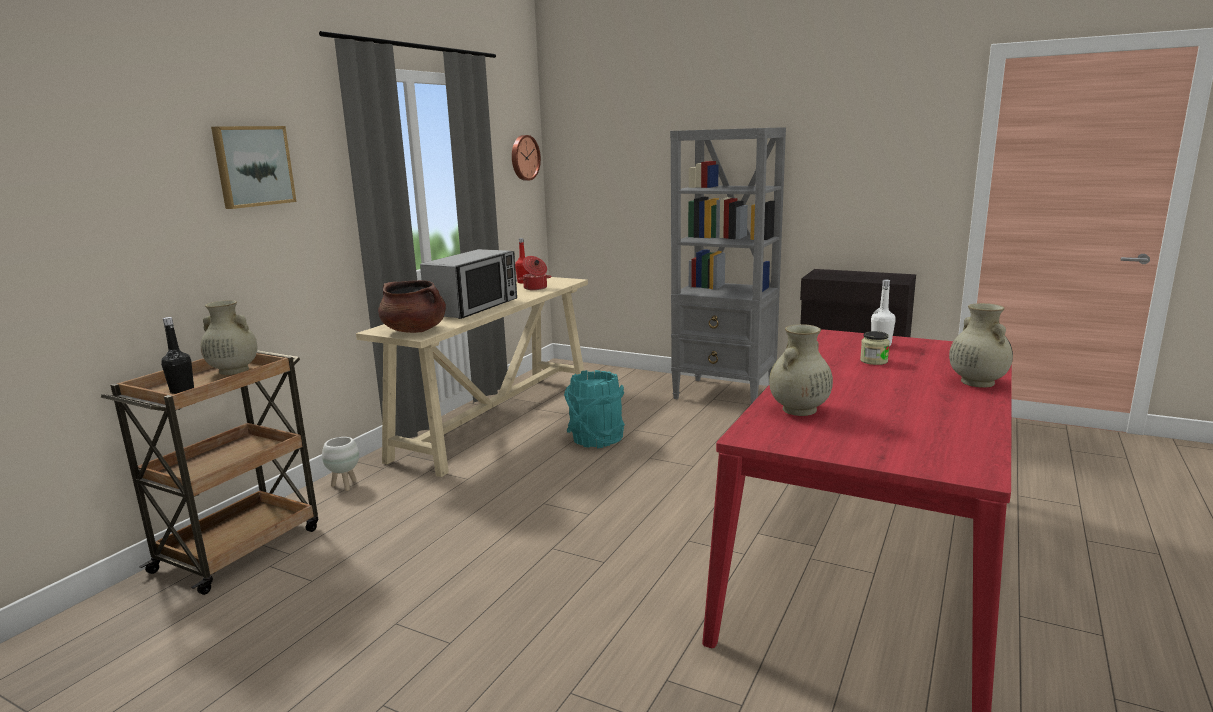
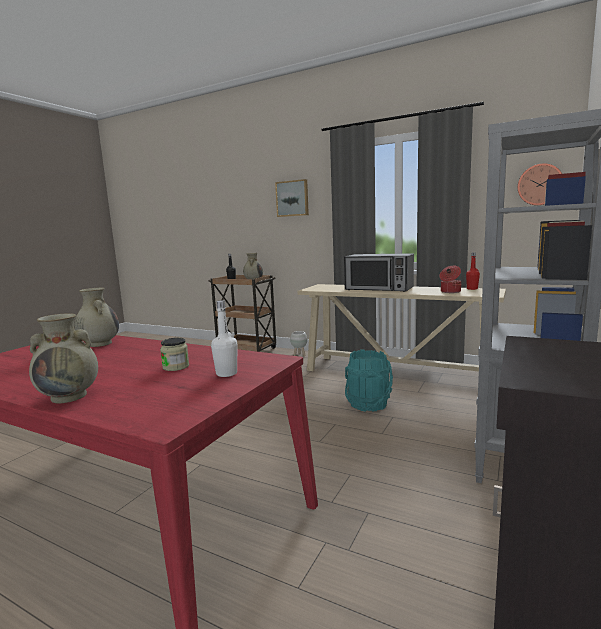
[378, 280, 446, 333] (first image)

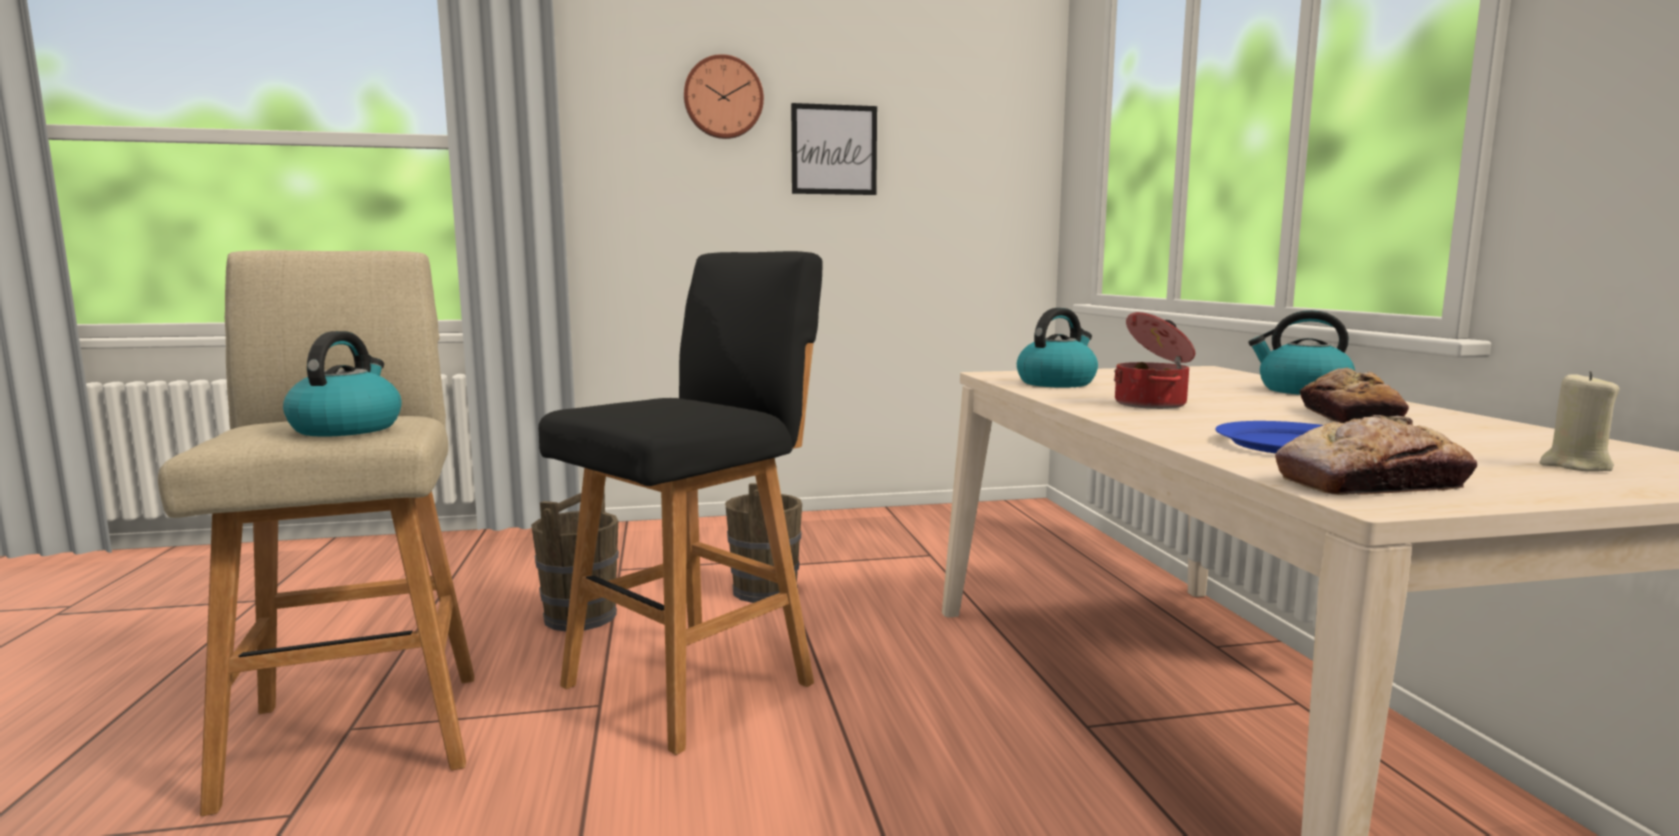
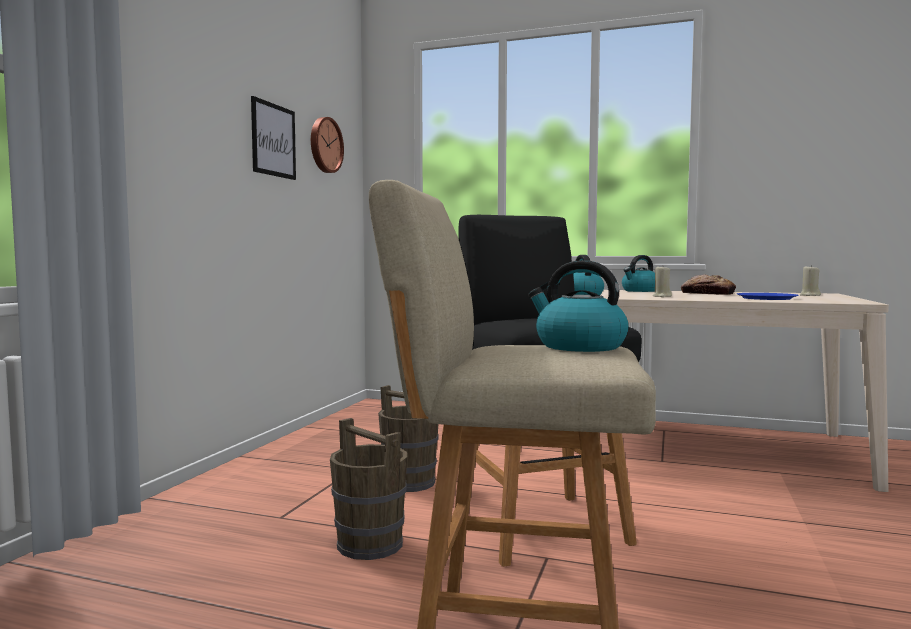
[311, 117, 344, 173]
[653, 267, 672, 297]
[1275, 415, 1477, 495] (first image)

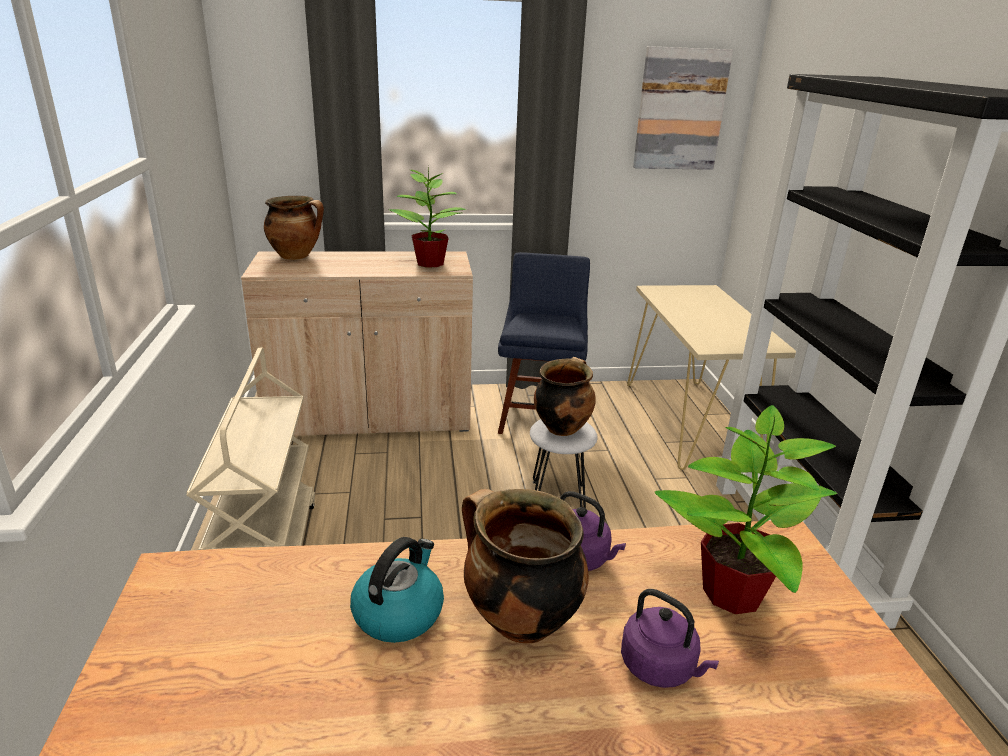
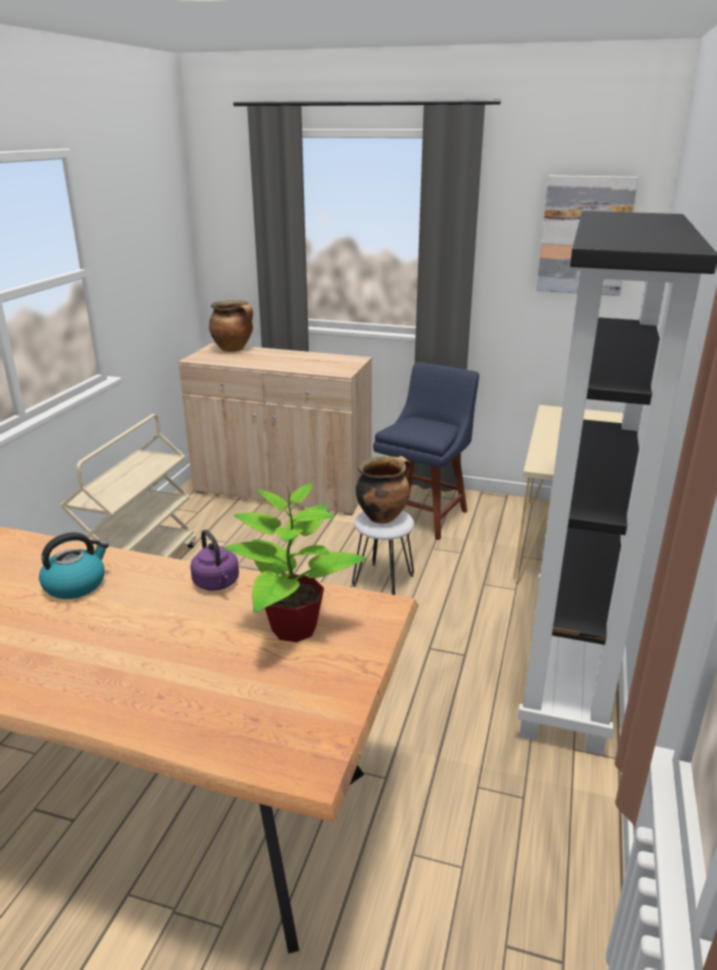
[389, 163, 466, 268] (first image)
[462, 489, 589, 644] (first image)
[621, 589, 719, 688] (first image)

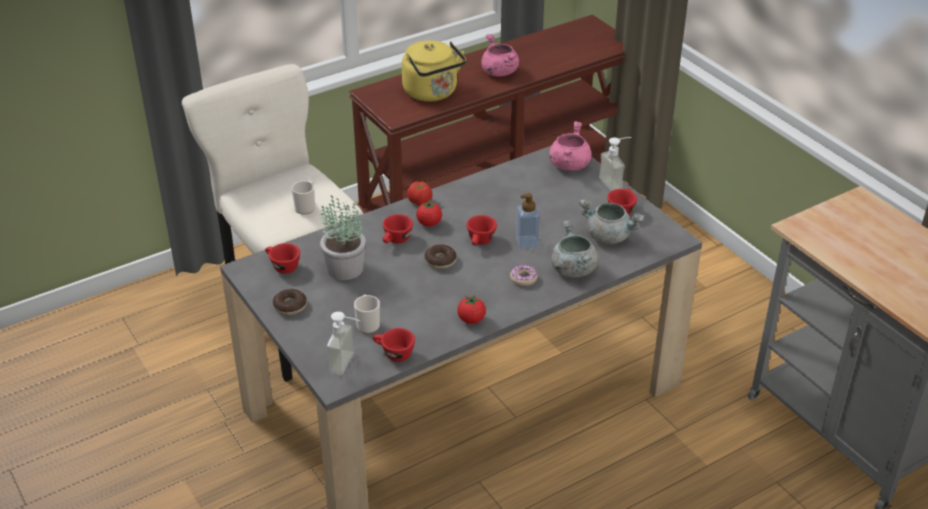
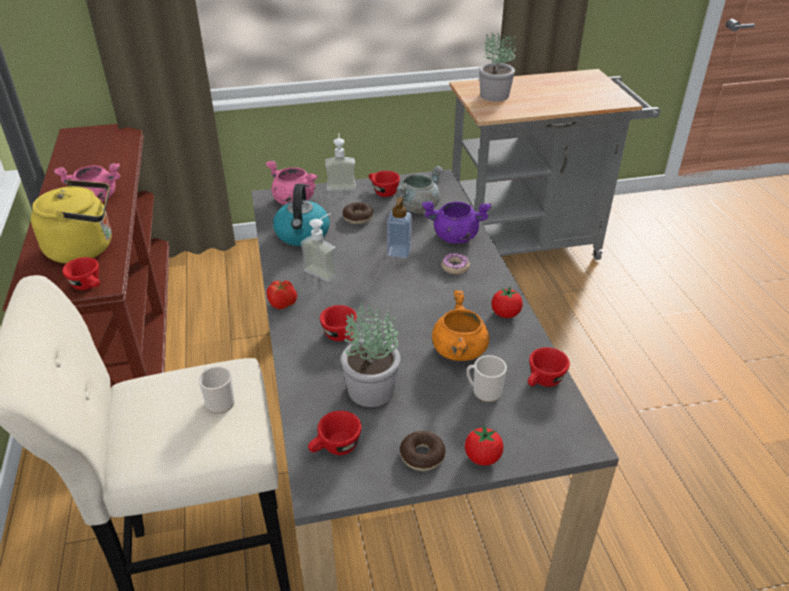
[301, 213, 337, 282]
[465, 425, 504, 466]
[342, 202, 373, 224]
[62, 257, 100, 290]
[422, 201, 491, 244]
[273, 184, 330, 246]
[432, 290, 489, 361]
[479, 32, 516, 102]

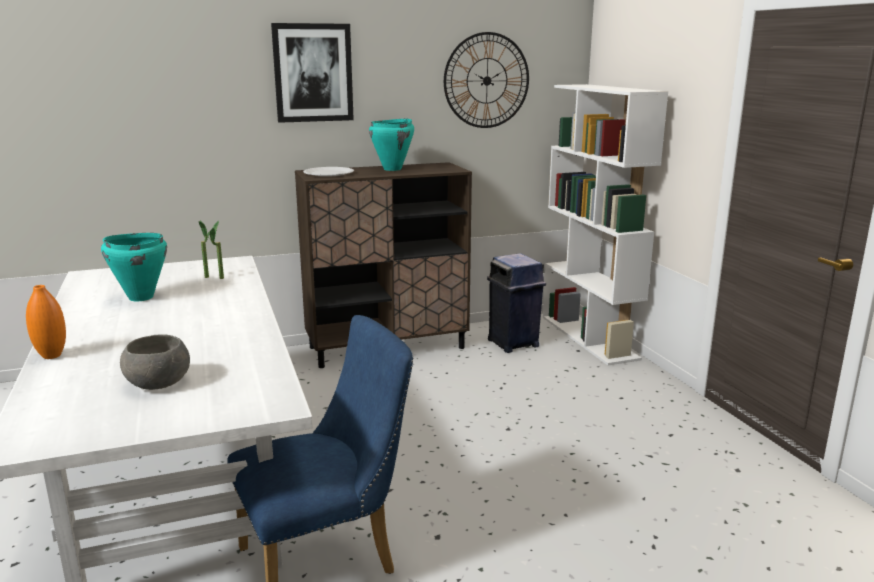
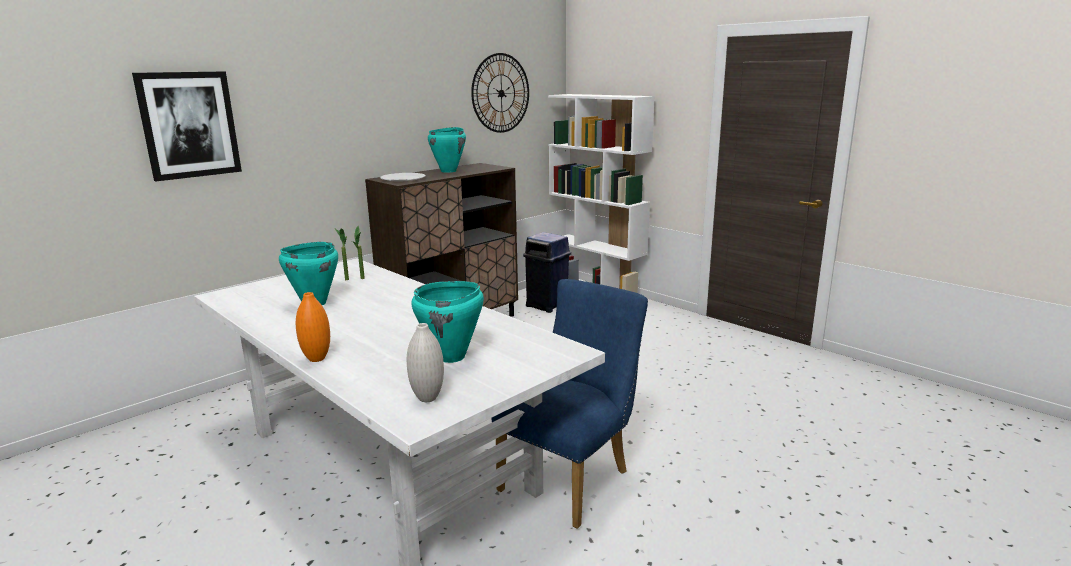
[412, 281, 484, 363]
[132, 71, 242, 181]
[407, 323, 444, 402]

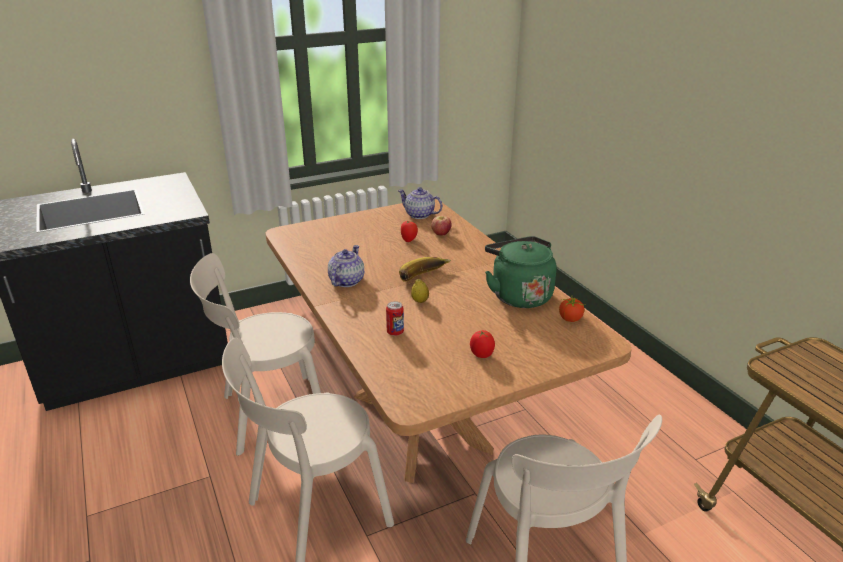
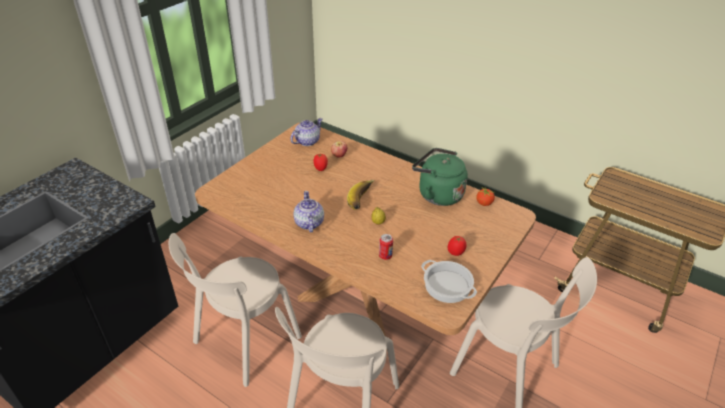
[290, 118, 323, 146]
[421, 260, 477, 303]

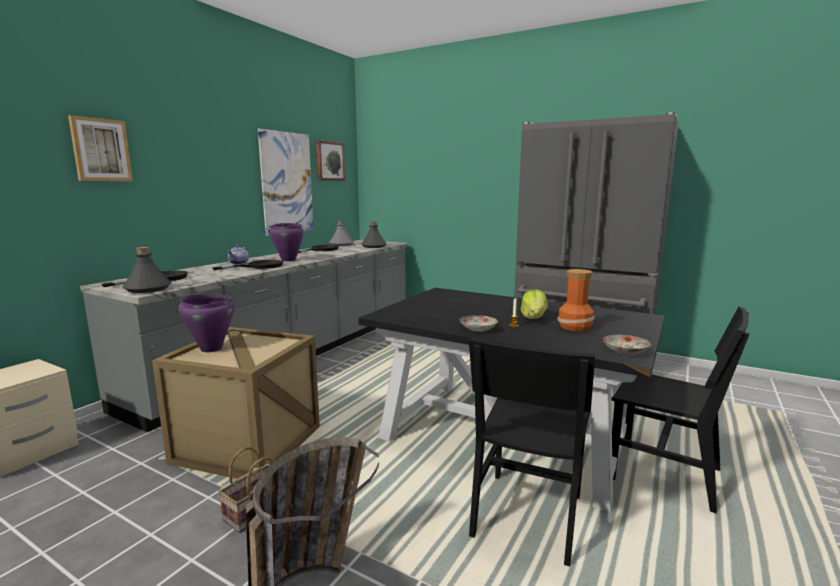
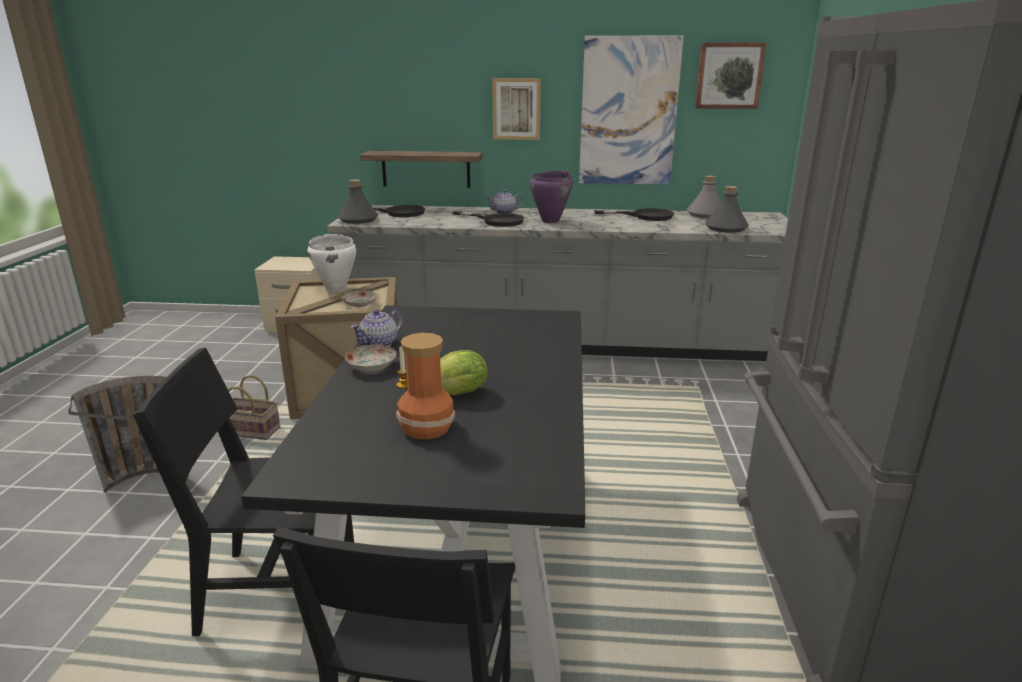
[492, 78, 541, 140]
[307, 234, 356, 292]
[341, 291, 377, 308]
[351, 309, 403, 346]
[360, 151, 483, 188]

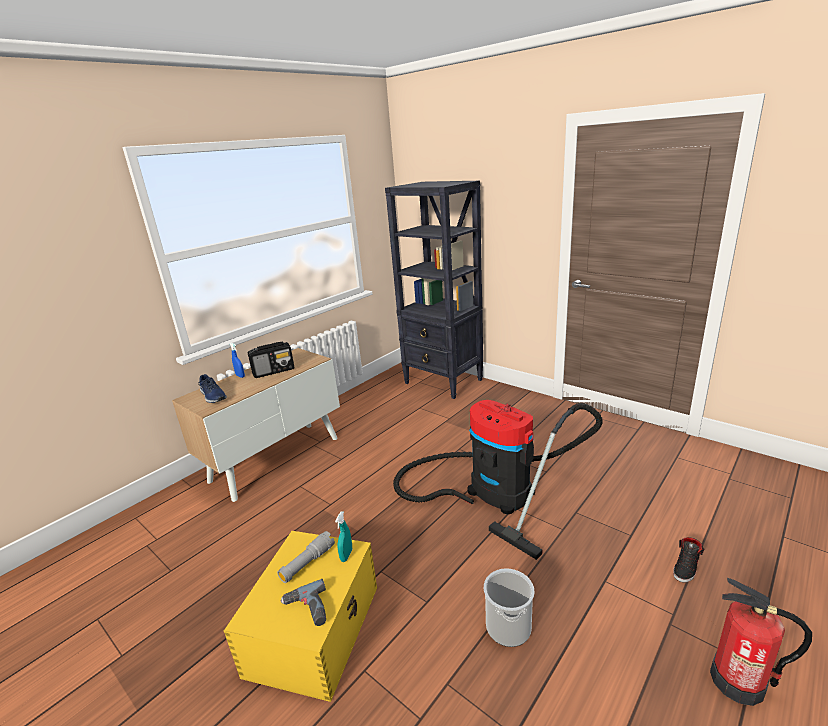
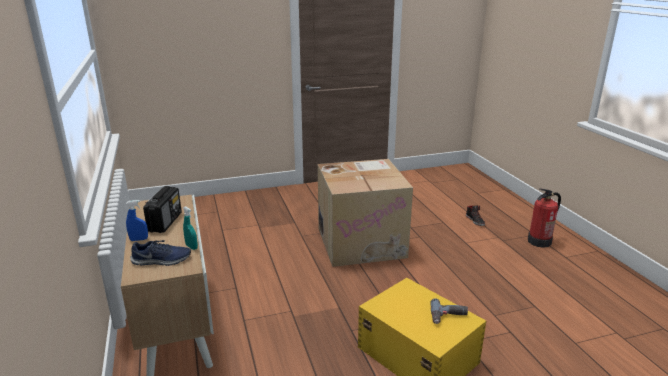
[277, 531, 335, 583] (first image)
[183, 206, 198, 250]
[385, 181, 483, 399] (first image)
[318, 159, 413, 267]
[484, 568, 534, 647] (first image)

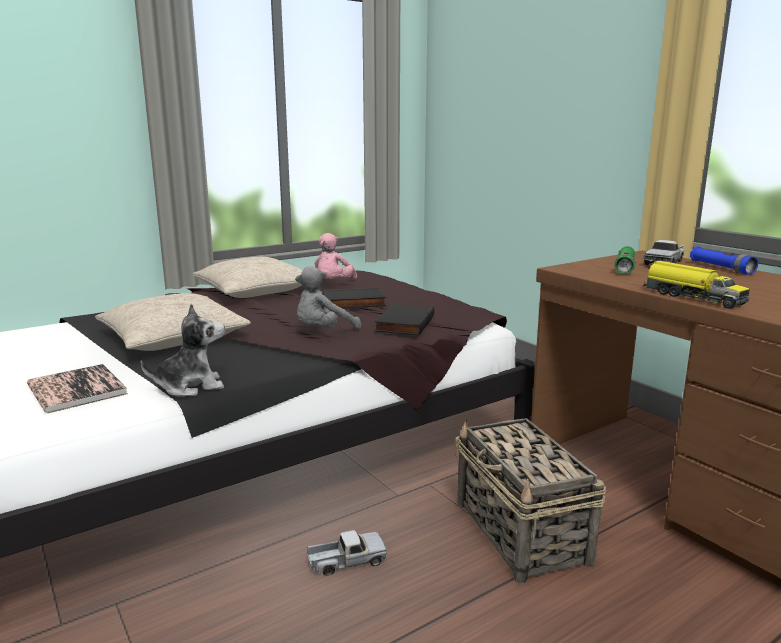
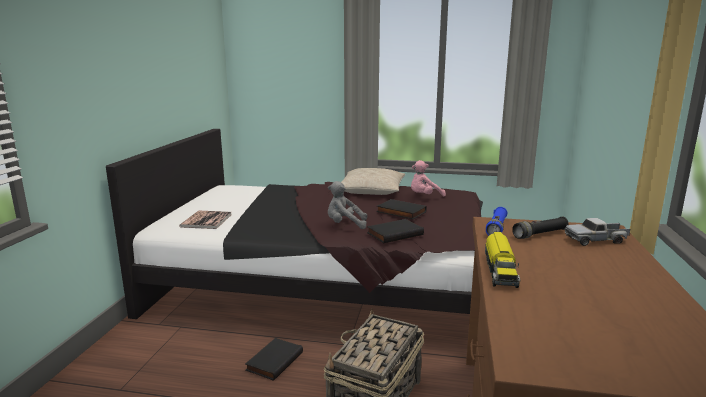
[95, 293, 251, 351] (first image)
[140, 303, 225, 397] (first image)
[245, 338, 303, 381]
[512, 216, 569, 239]
[486, 207, 507, 236]

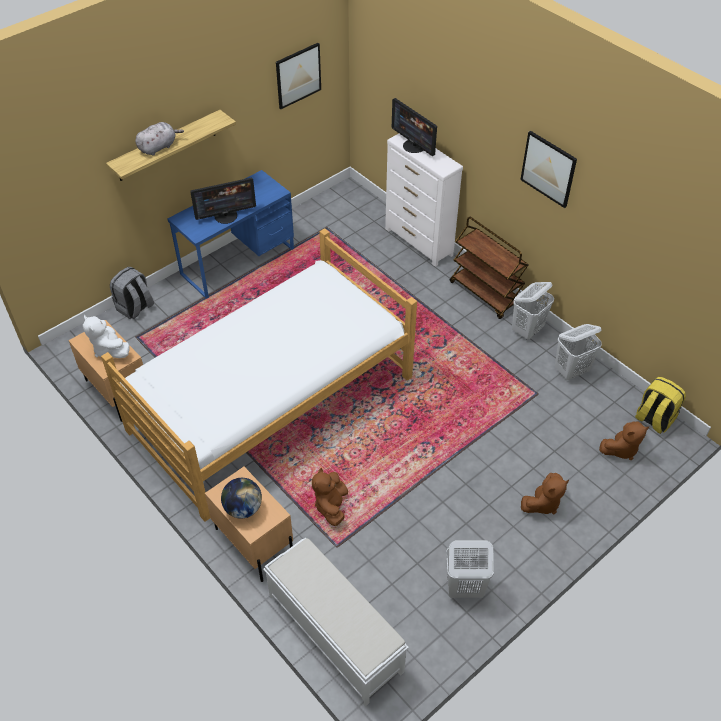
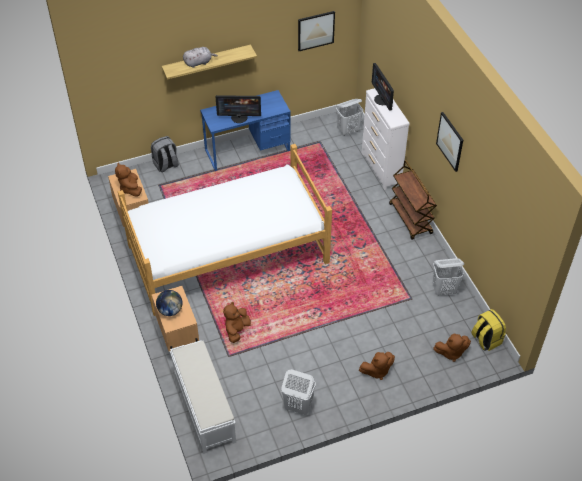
[115, 163, 142, 197]
[336, 99, 363, 136]

